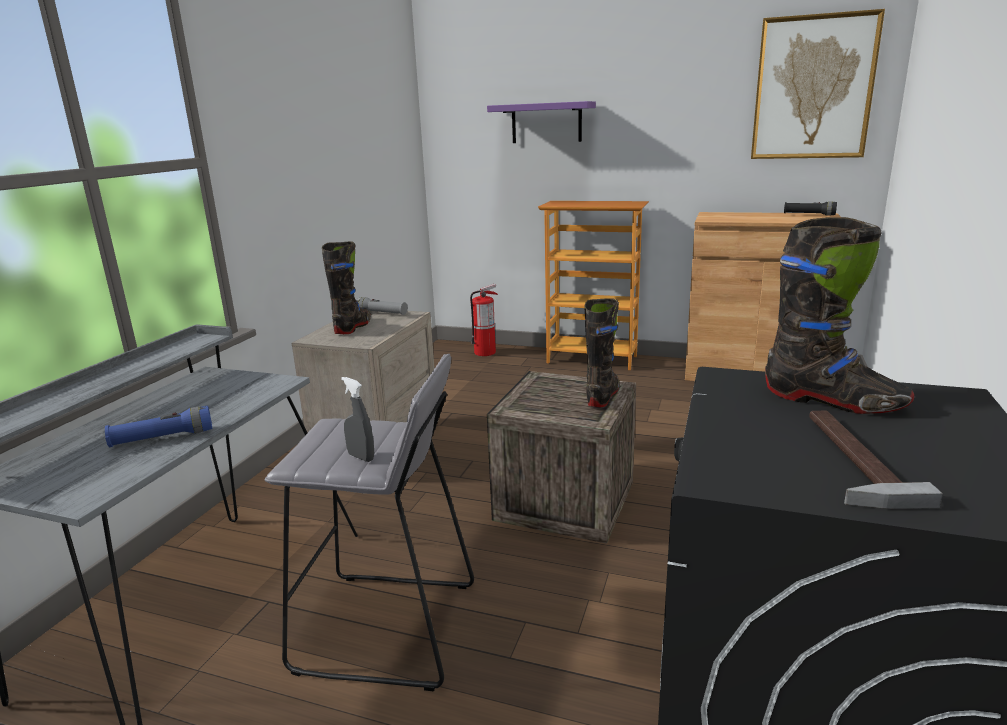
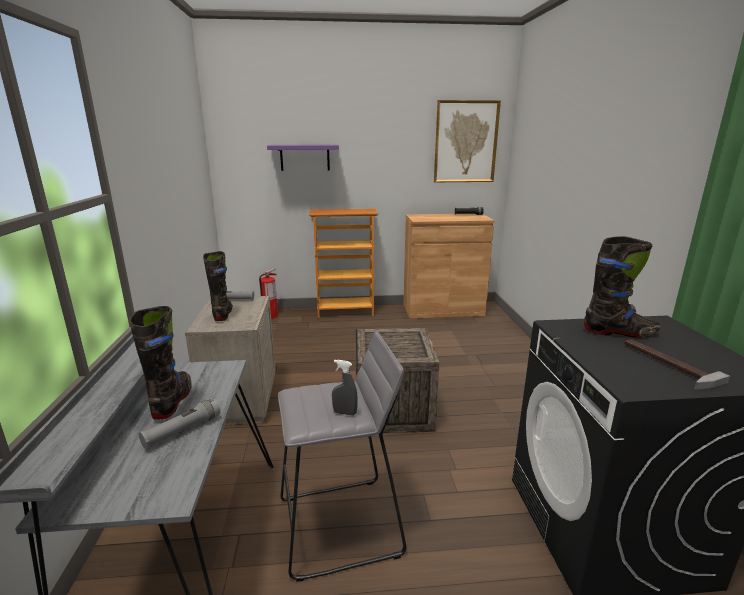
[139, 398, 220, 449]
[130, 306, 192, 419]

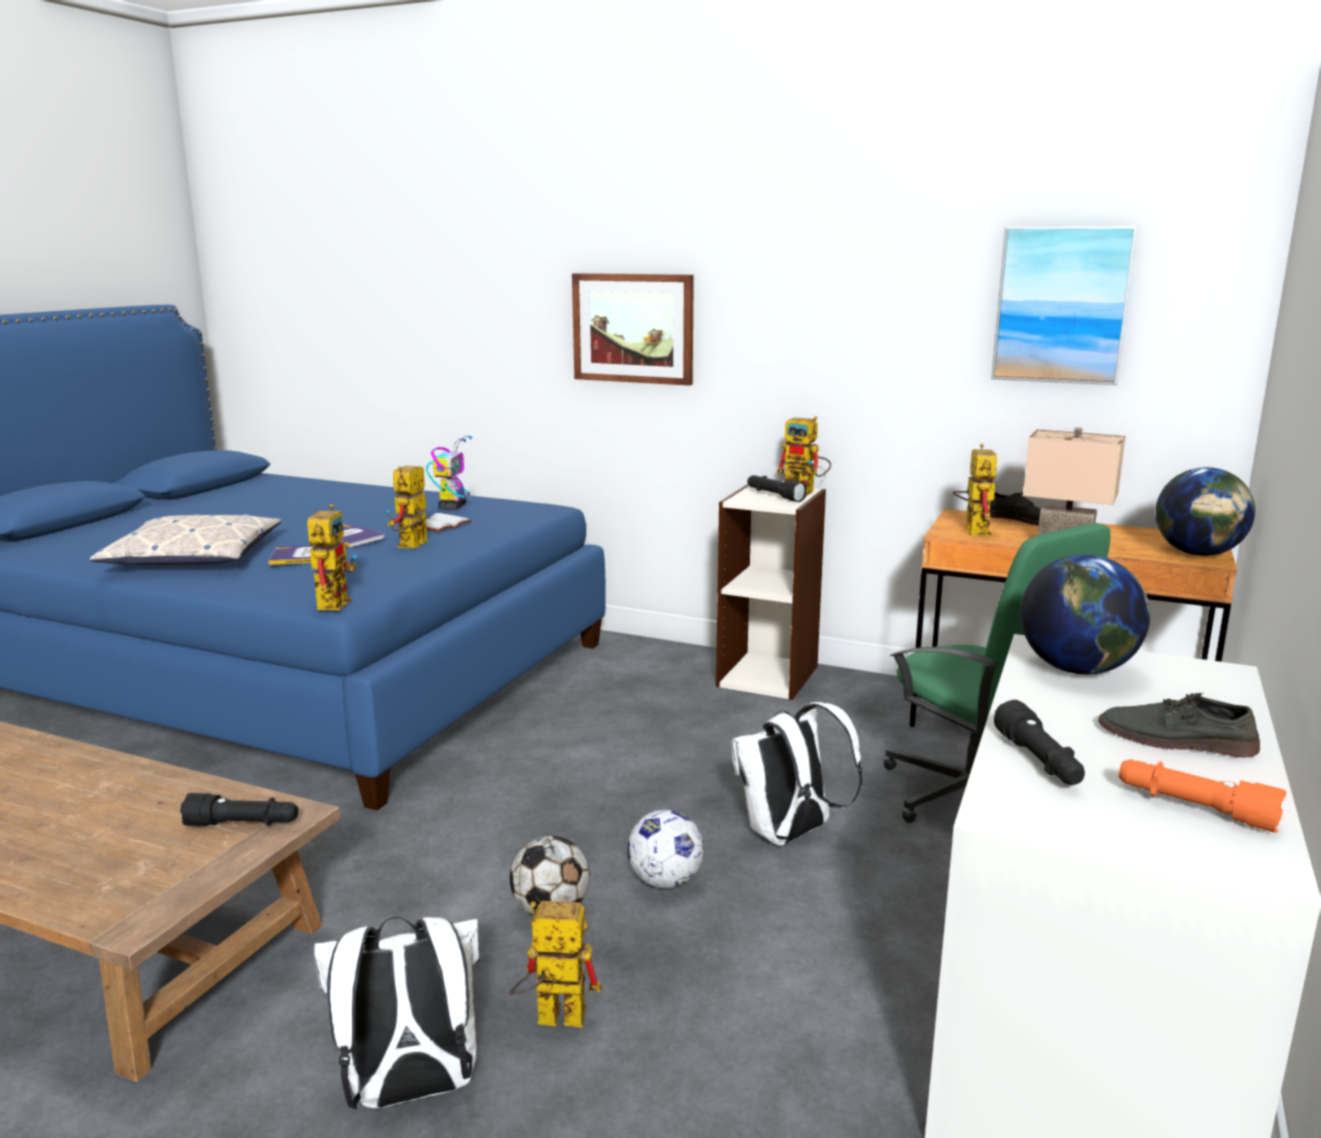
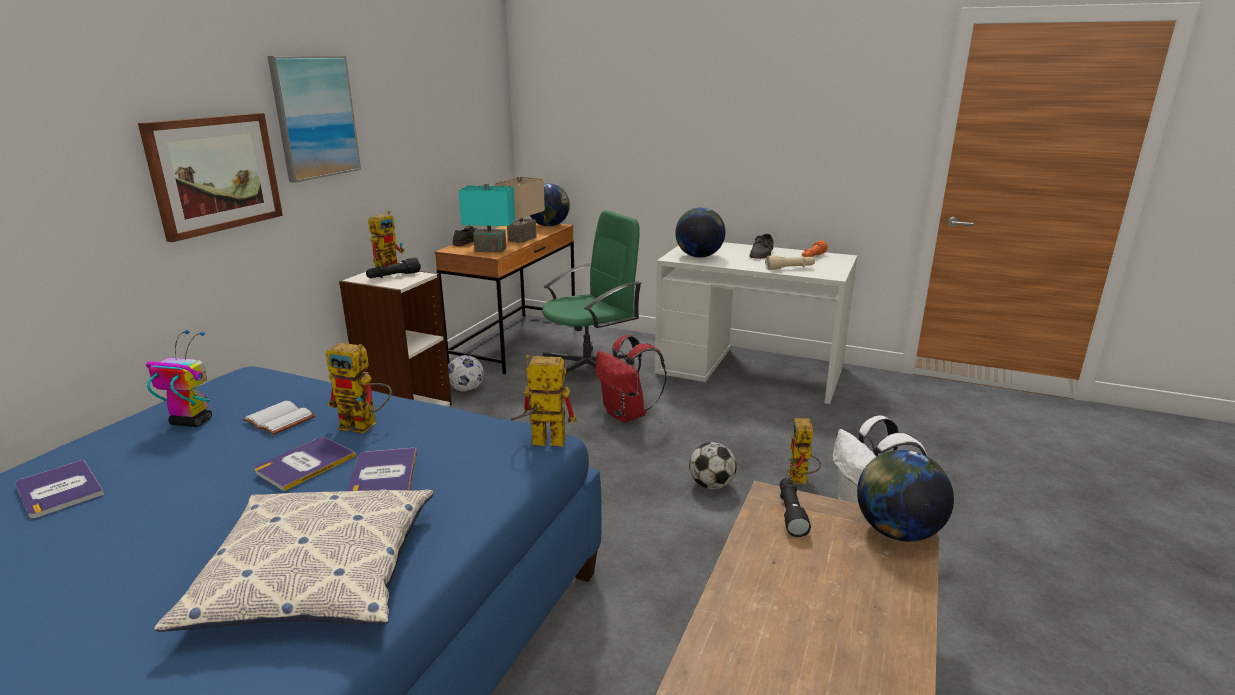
[448, 355, 484, 392]
[595, 335, 667, 423]
[458, 183, 515, 252]
[268, 56, 361, 183]
[765, 255, 815, 270]
[15, 459, 104, 518]
[857, 450, 954, 541]

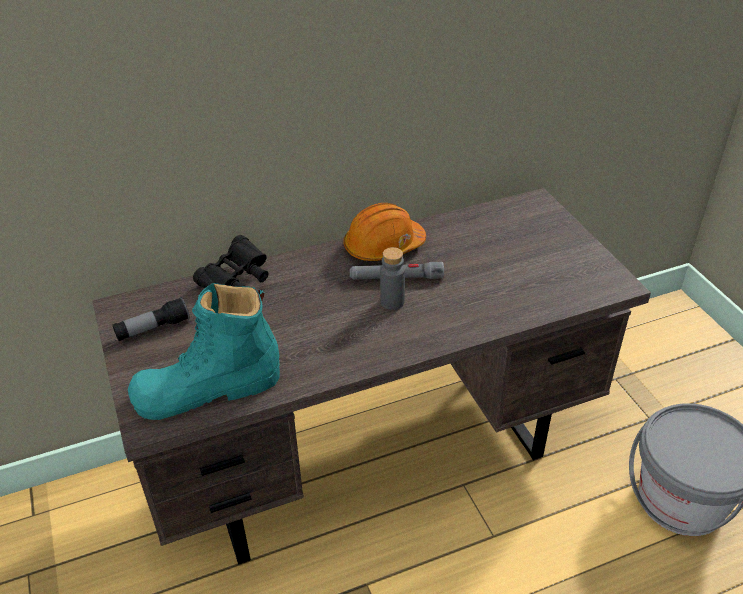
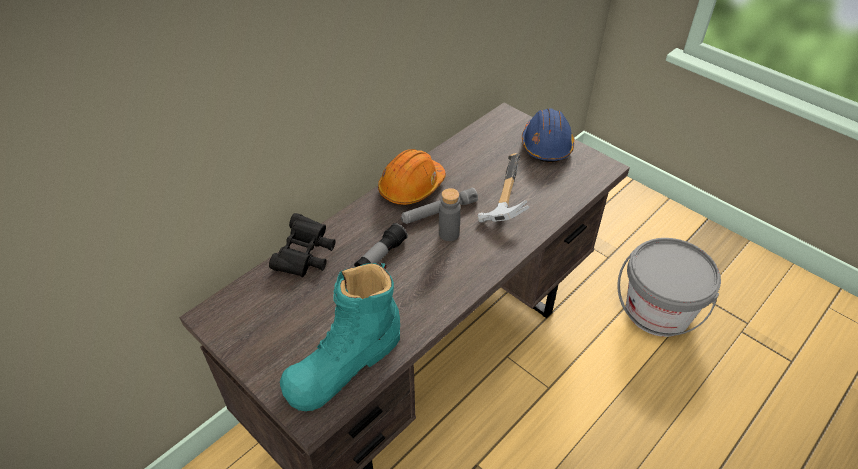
[354, 223, 408, 267]
[478, 153, 530, 223]
[522, 108, 574, 162]

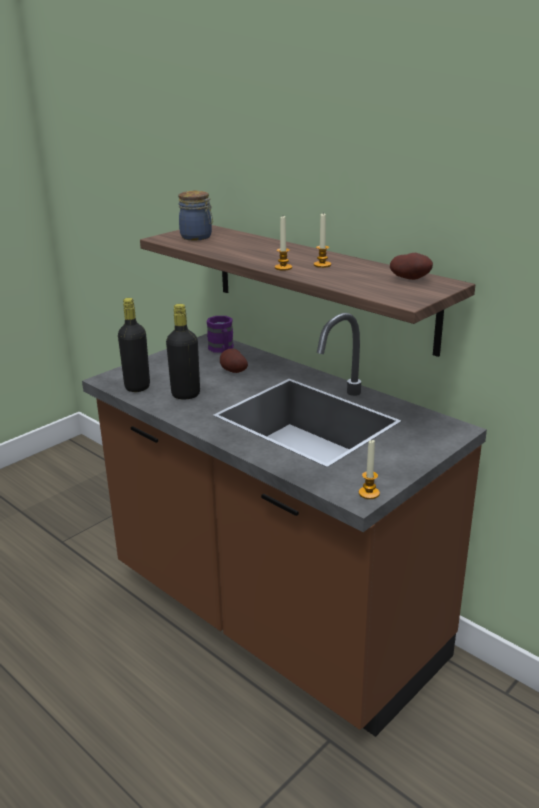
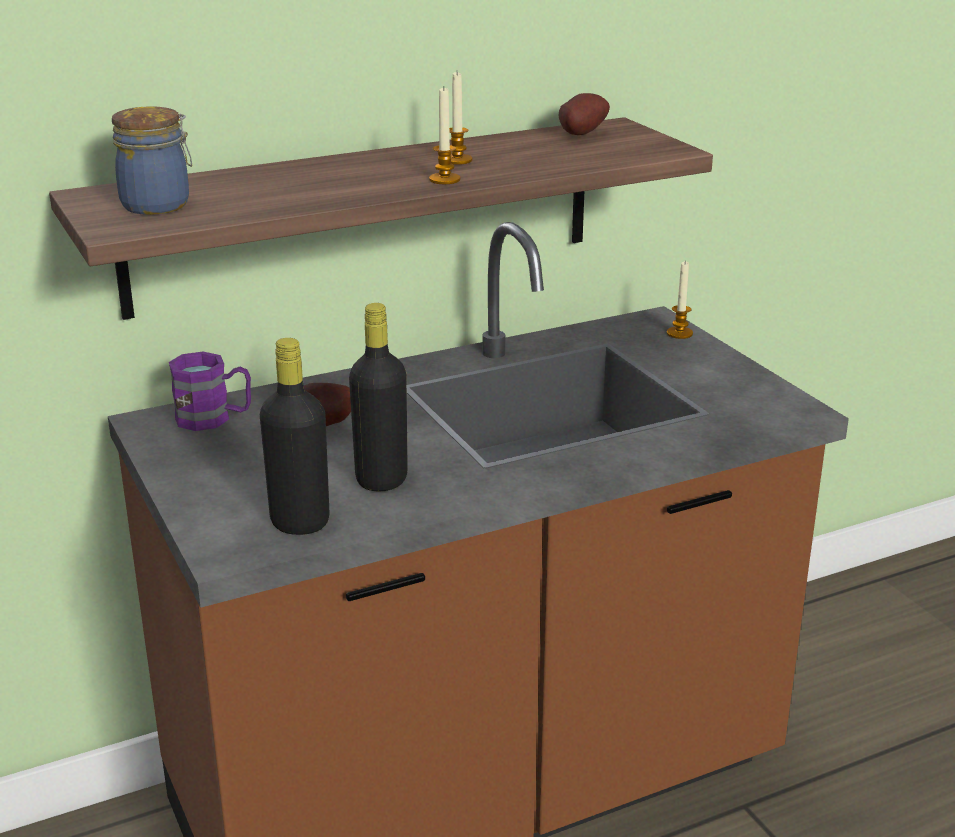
[667, 260, 693, 339]

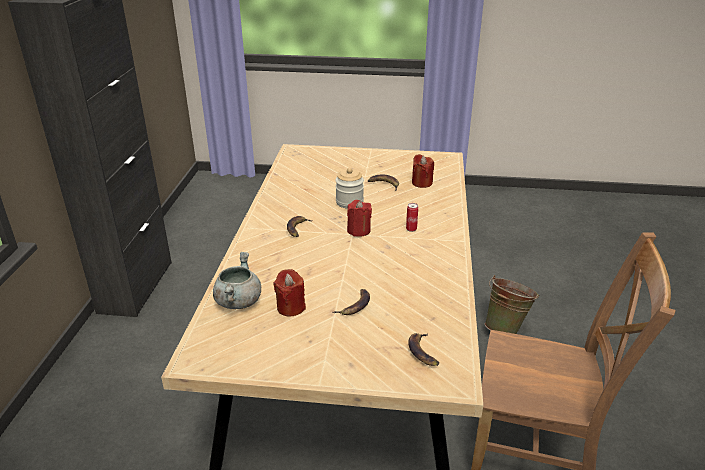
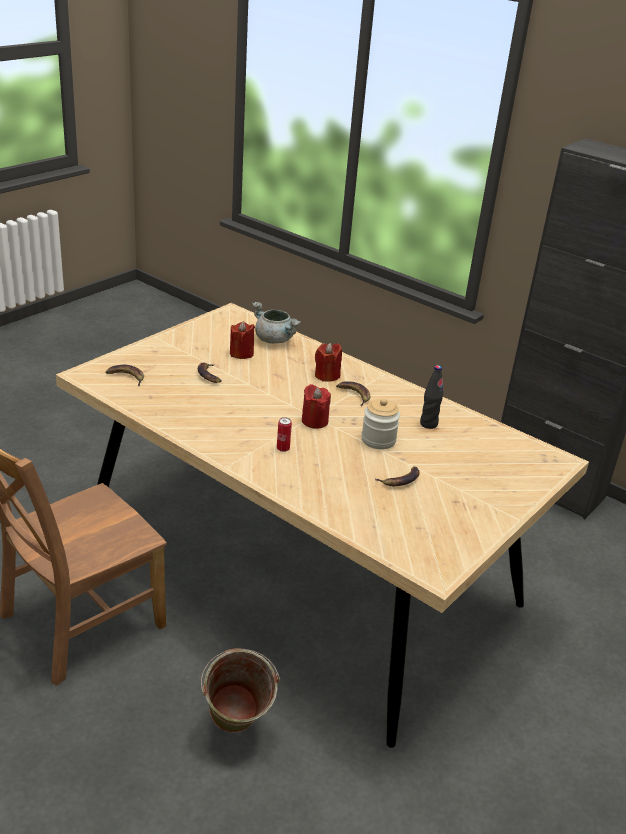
[315, 343, 342, 382]
[420, 365, 443, 429]

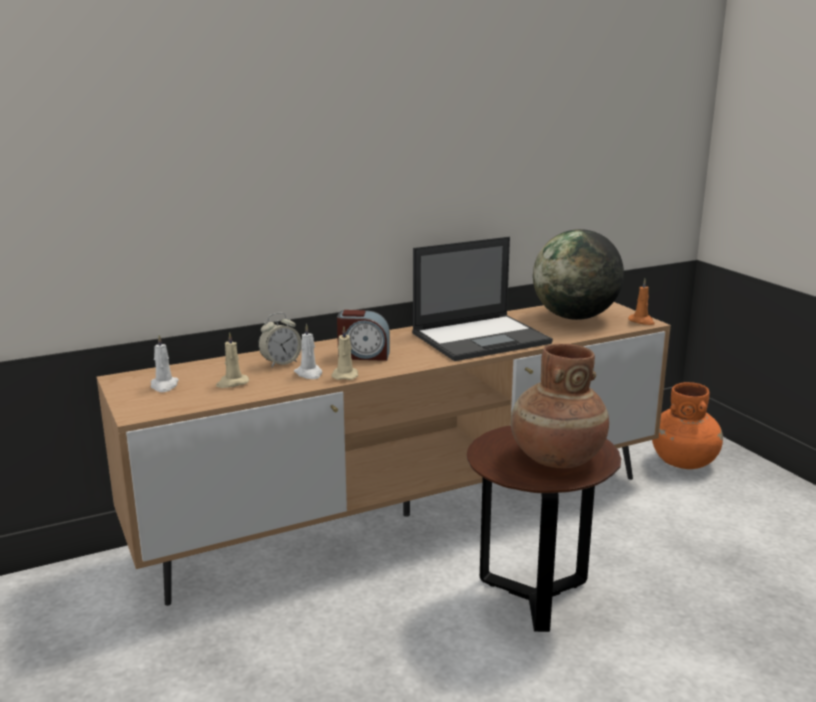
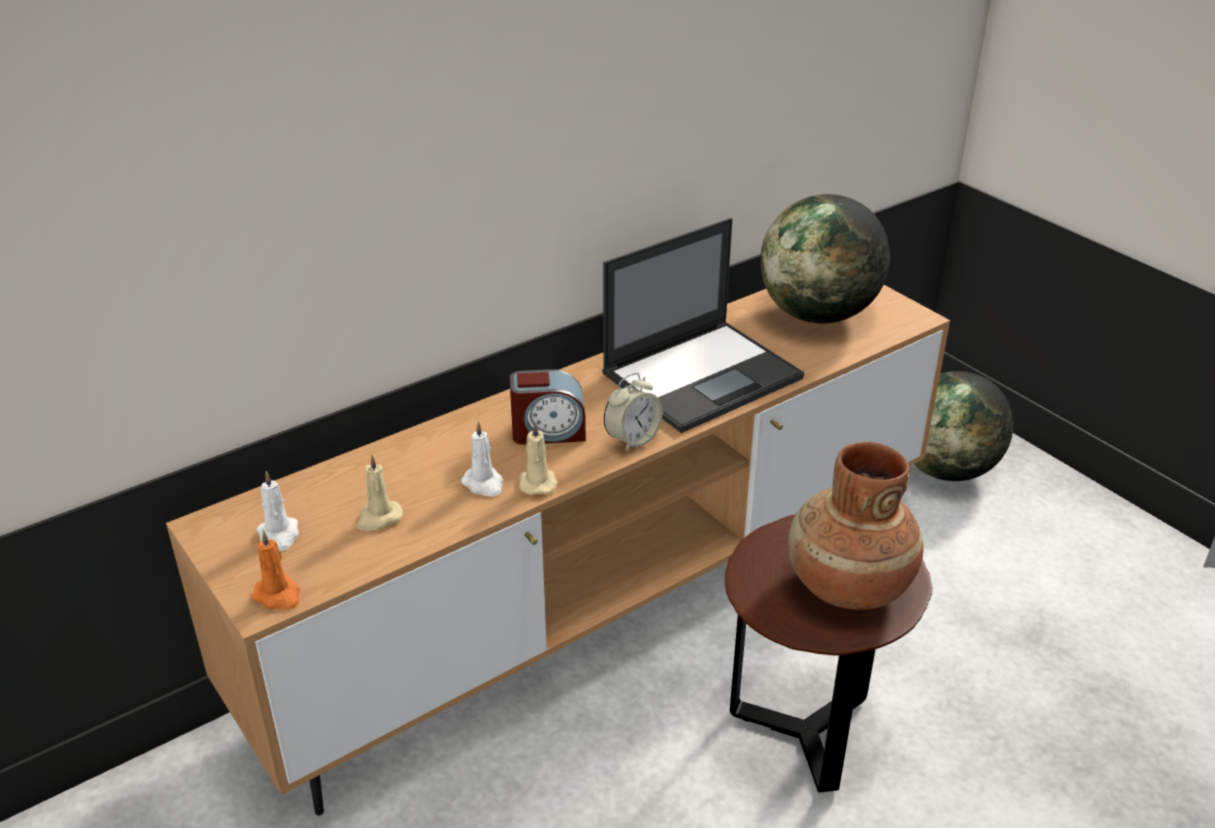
[604, 373, 663, 452]
[252, 530, 300, 610]
[914, 371, 1013, 481]

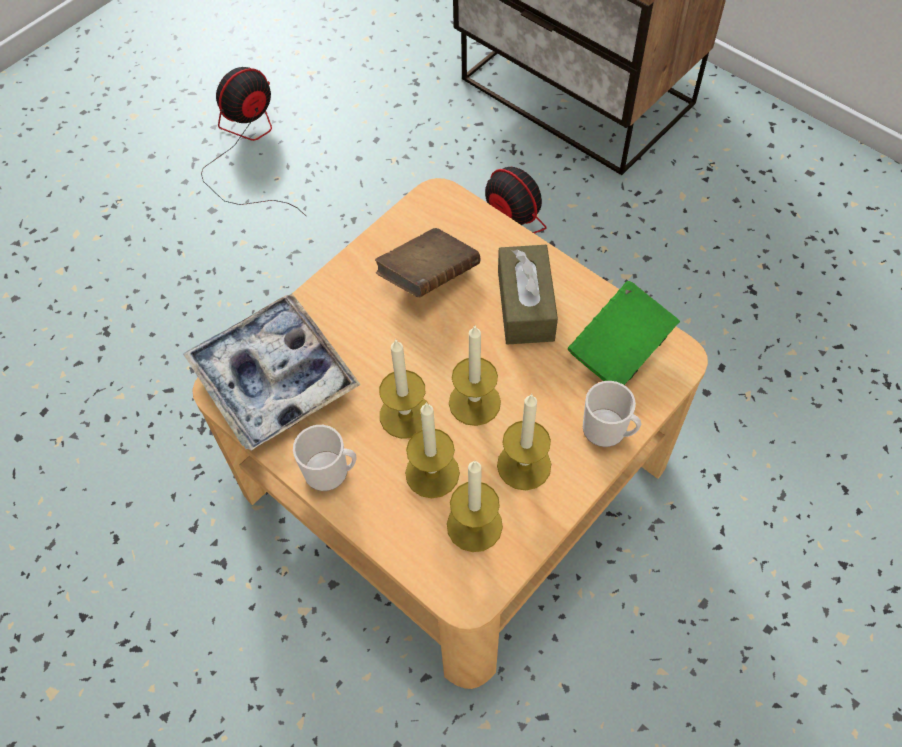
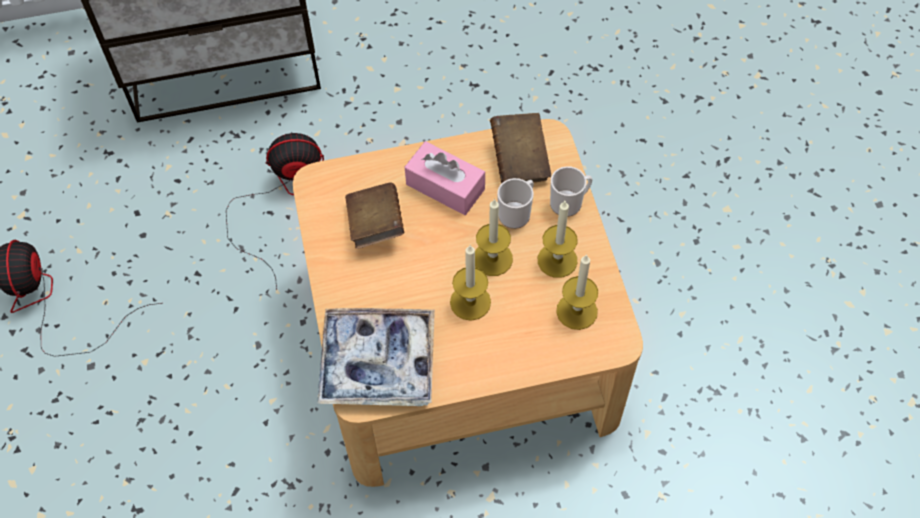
[497, 178, 534, 229]
[405, 402, 460, 498] (first image)
[405, 141, 485, 215]
[490, 113, 551, 184]

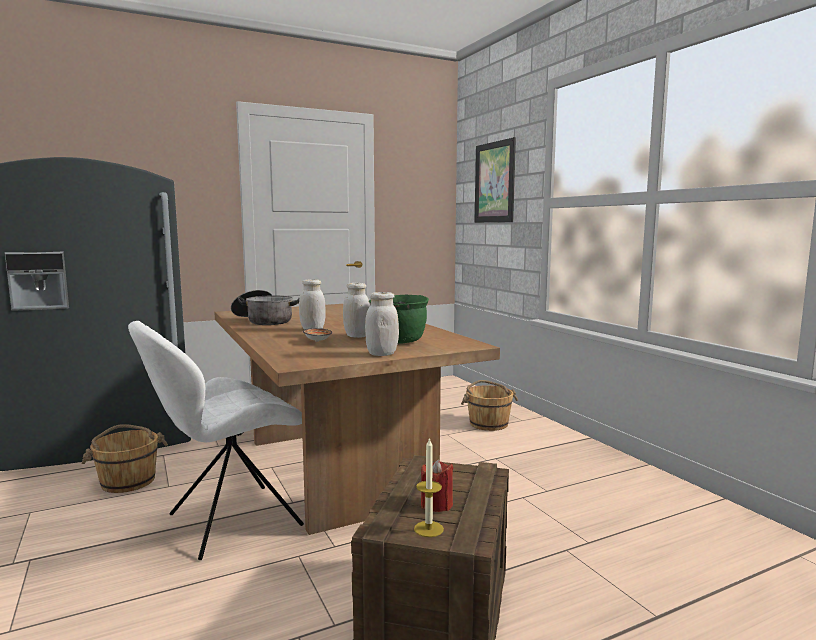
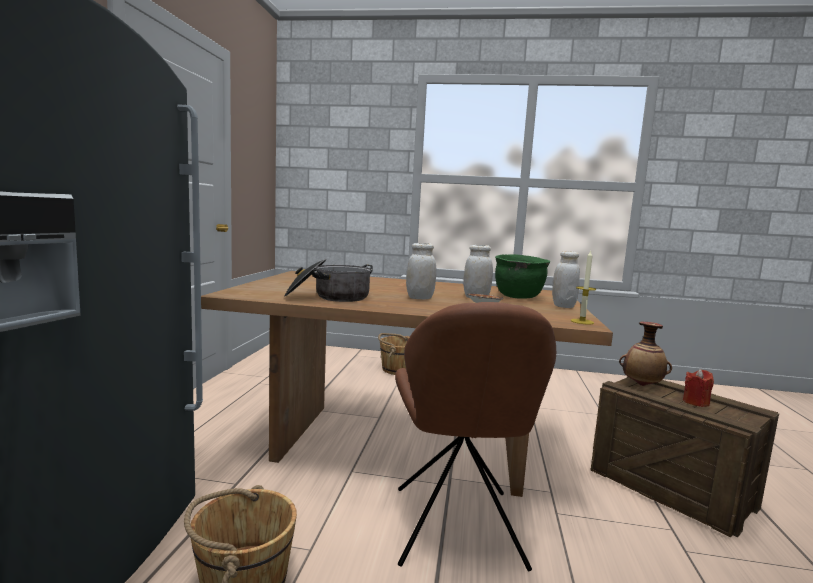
[395, 302, 556, 571]
[571, 250, 596, 325]
[474, 137, 516, 223] (first image)
[619, 322, 672, 386]

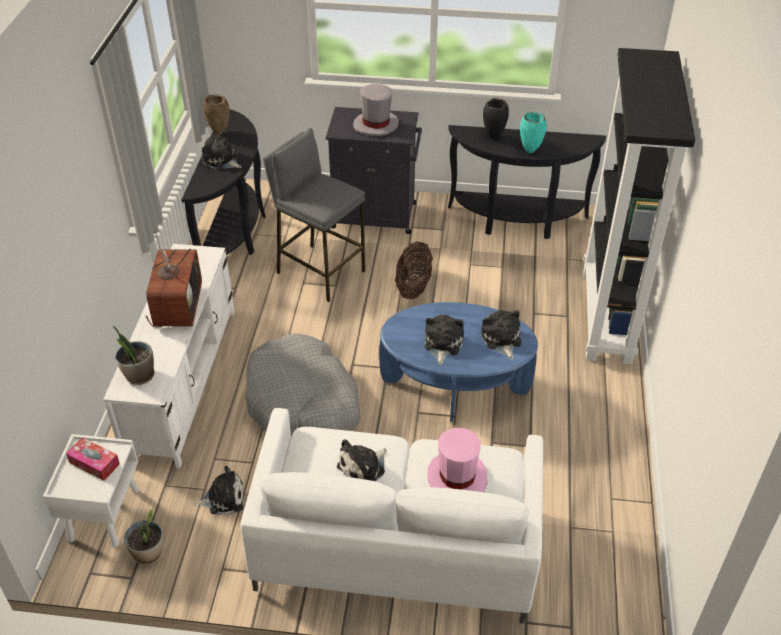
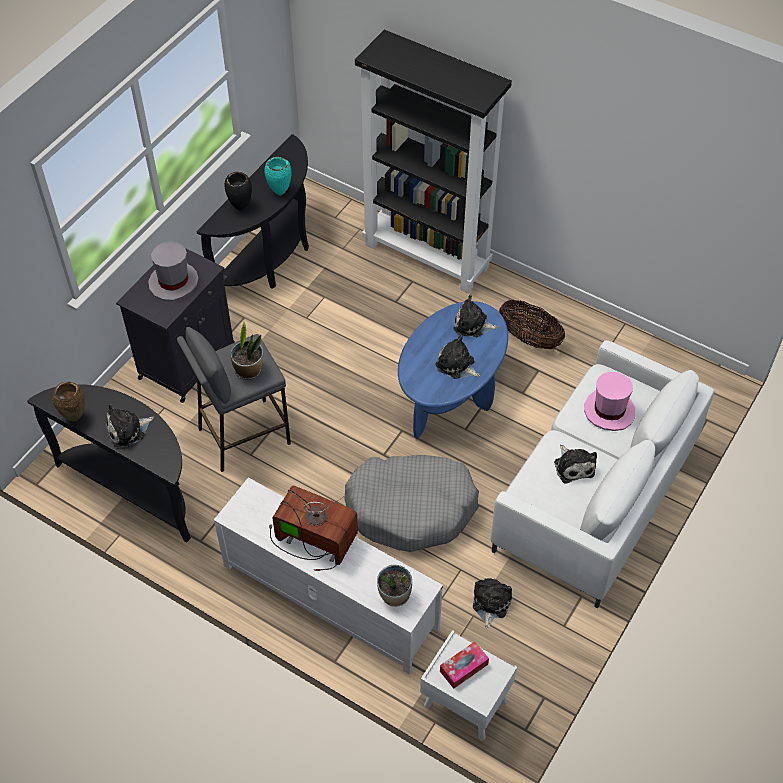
[231, 322, 263, 380]
[499, 300, 565, 349]

